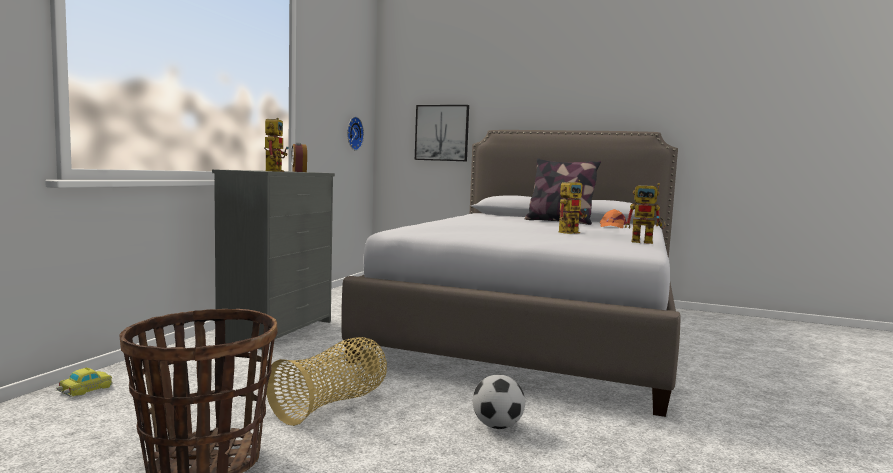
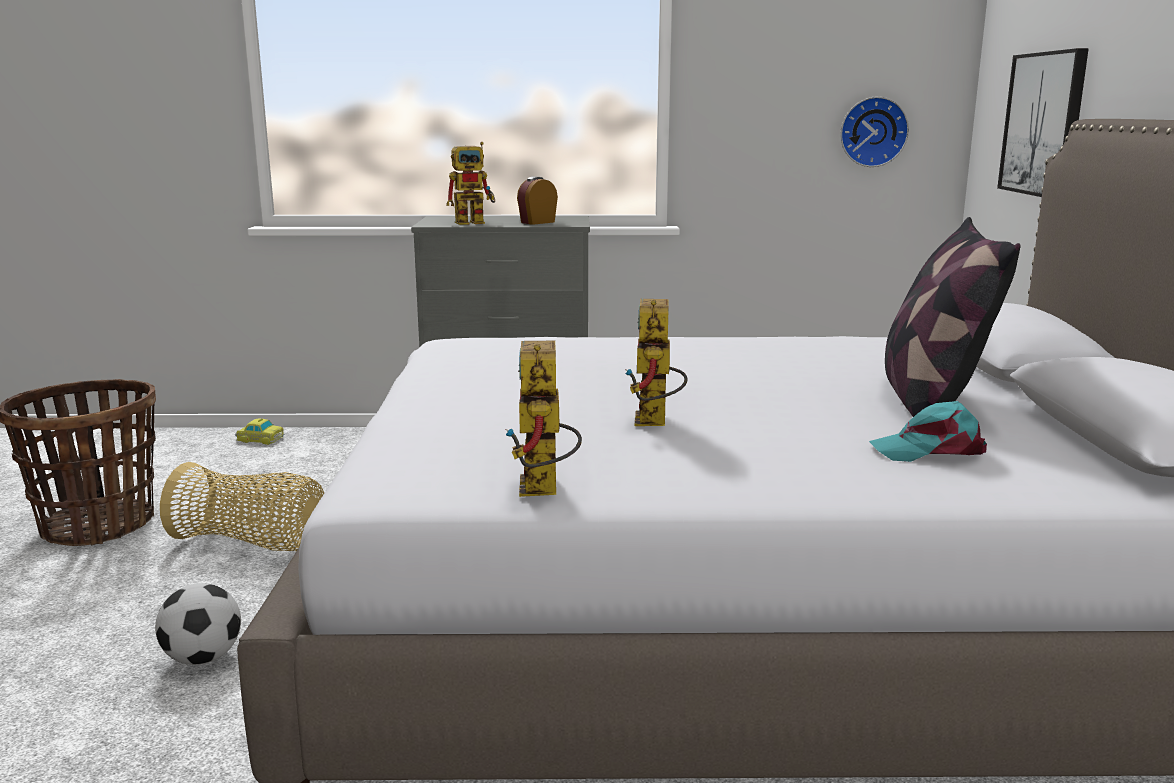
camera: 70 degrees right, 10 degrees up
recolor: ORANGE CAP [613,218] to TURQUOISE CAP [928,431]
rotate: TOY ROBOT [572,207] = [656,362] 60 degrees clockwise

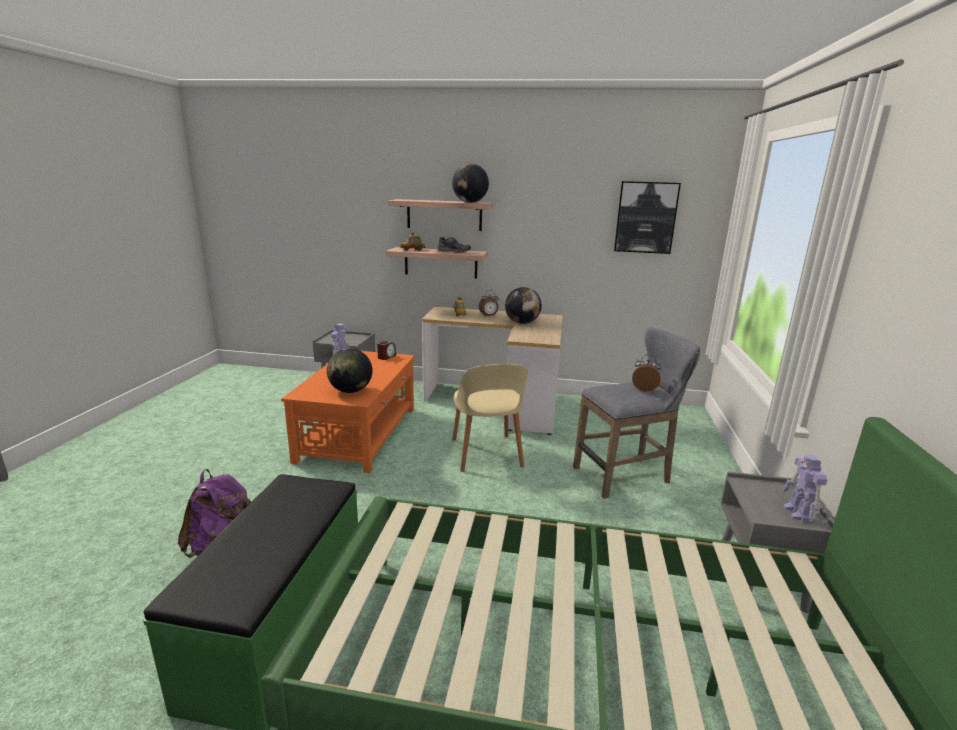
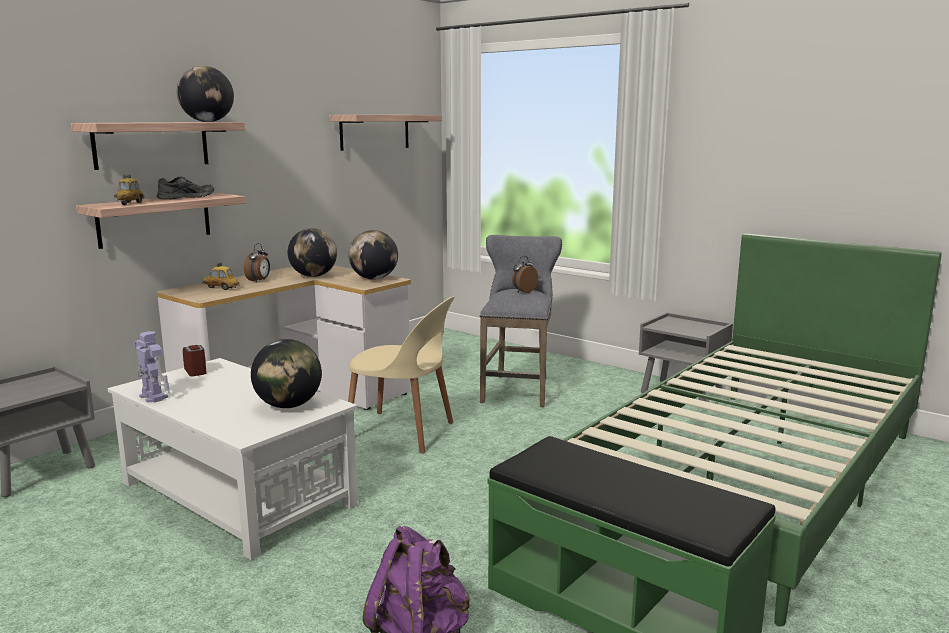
camera: 60 degrees left, 5 degrees down
delete: TOY ROBOT [804,488]
insert: GLOBE [373,255]
replace: PICTURE [647,217] to SHELF [385,133]
recolor: ORANGE COFFEE TABLE [348,412] to WHITE COFFEE TABLE [233,459]

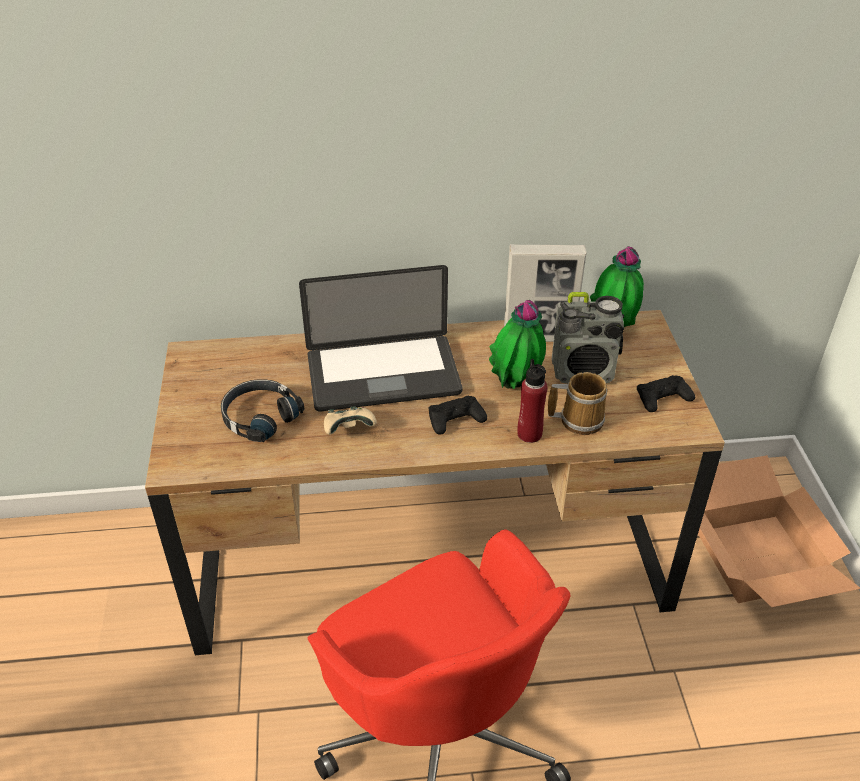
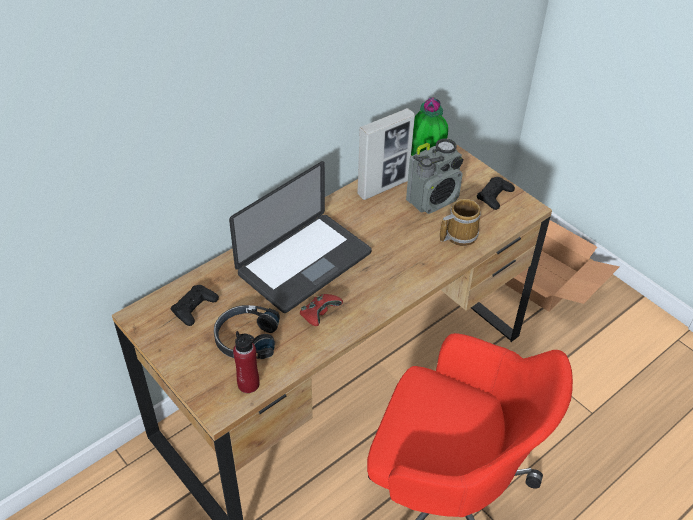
camera: 35 degrees left, 5 degrees up
delete: POTTED PLANT [517,344]
move: BLACK GAME CONTROLLER [458,415] to [195,305]; RED BOTTLE [532,401] to [246,362]
recolor: BEIGE GAME CONTROLLER [350,420] to RED GAME CONTROLLER [321,310]

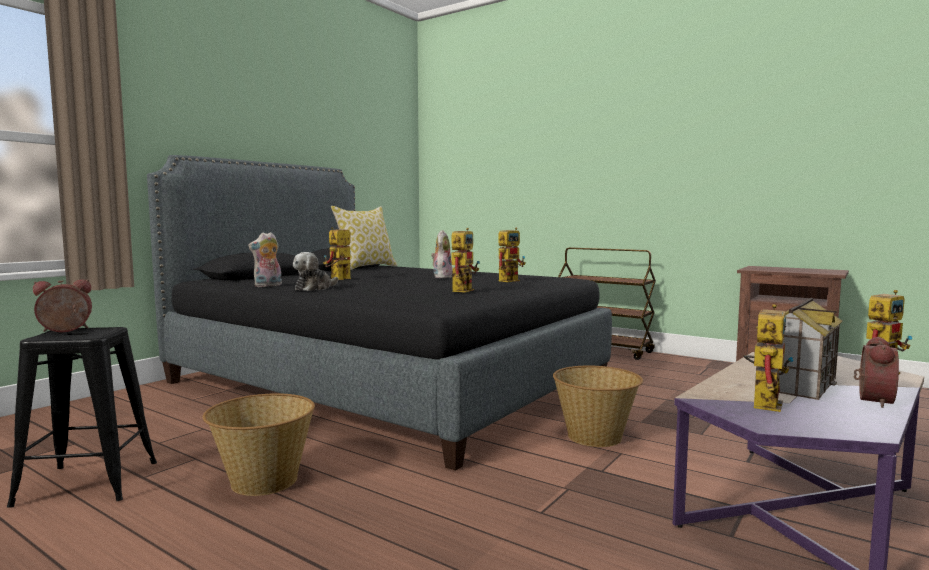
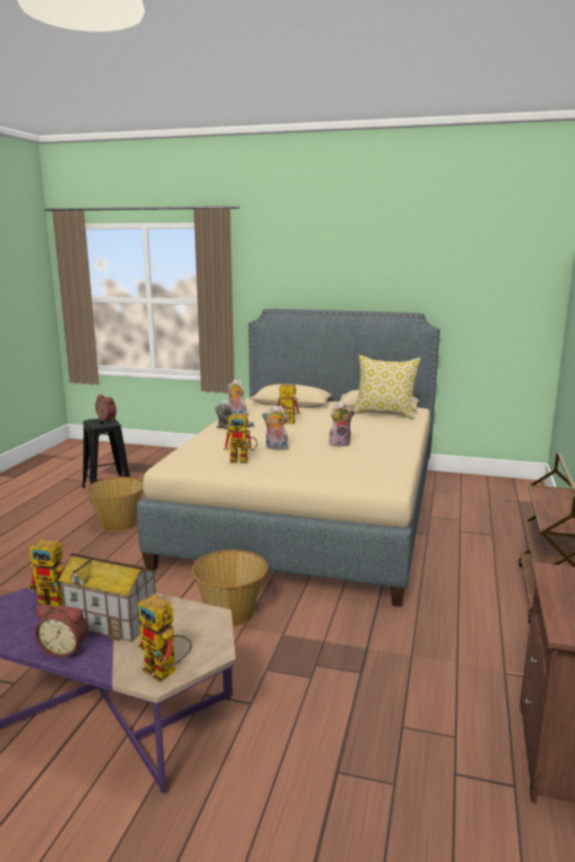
camera: 70 degrees right, 10 degrees up
delete: TOY ROBOT [512,255]
insert: PLUSH TOY [275,428]
recolor: BLACK BED [379,313] to BEIGE BED [288,458]

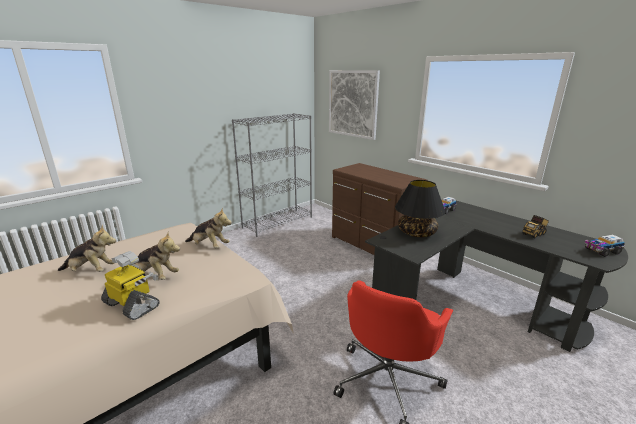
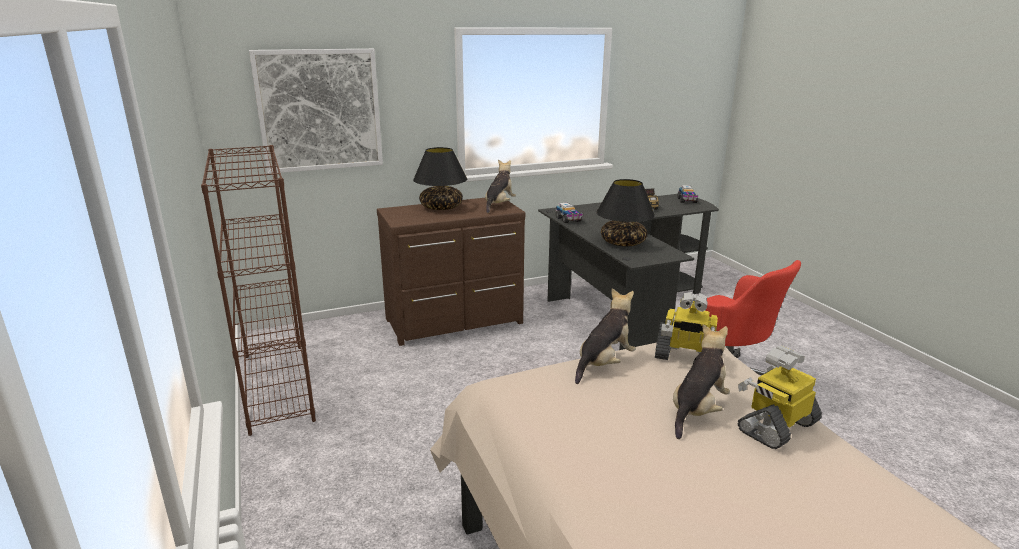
camera: 70 degrees left, 0 degrees up
insert: BLACK TABLE LAMP [440,178]; TOY ROBOT [686,326]
move: PLUSH TOY [87,248] to [500,186]
recolor: GREY BOOKCASE [272,175] to BROWN BOOKCASE [258,290]

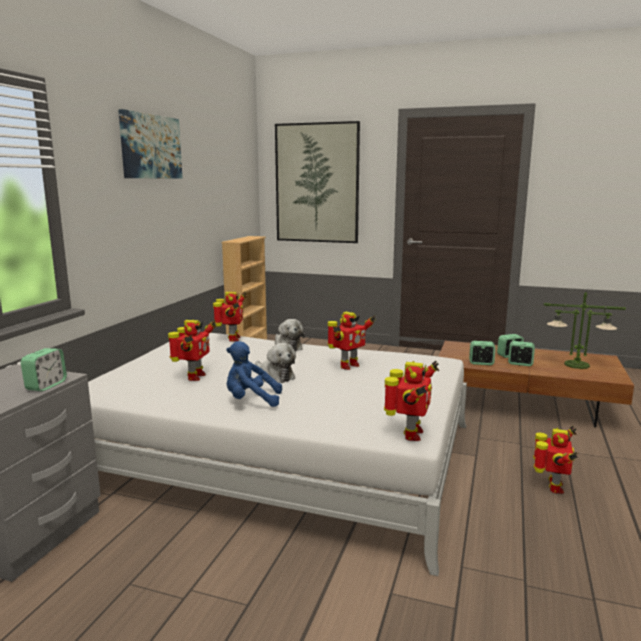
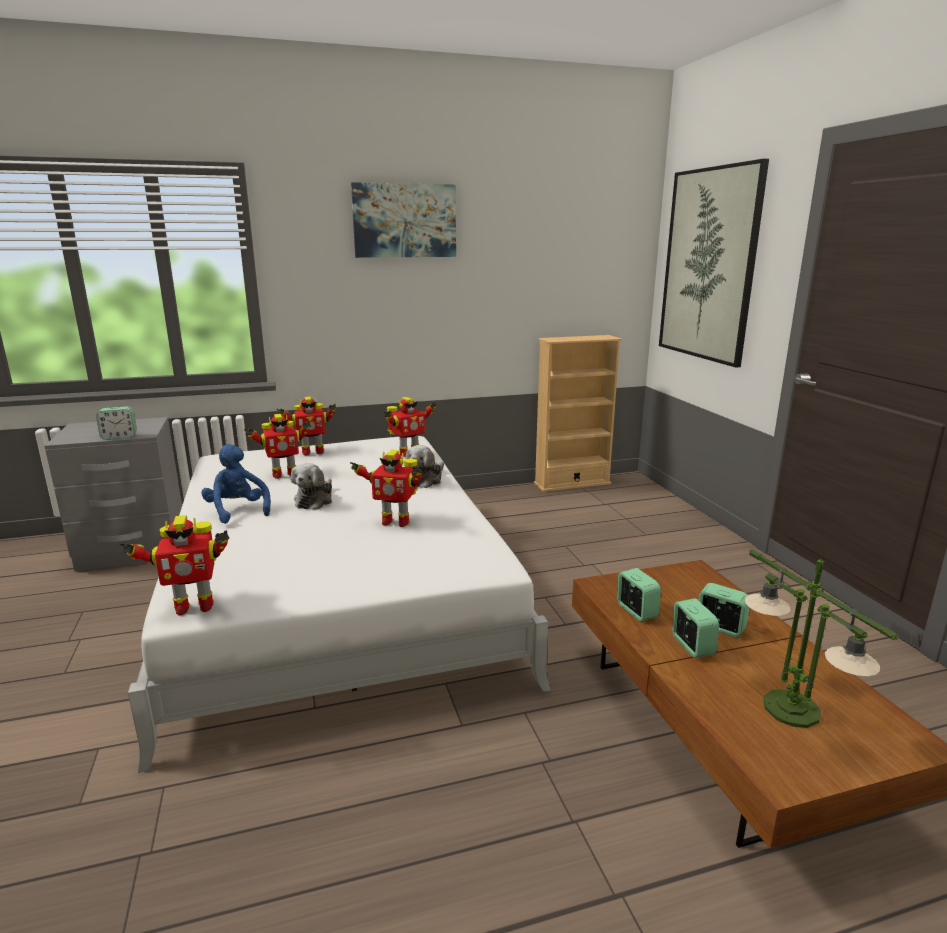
camera: 55 degrees right, 5 degrees up
move: TOY ROBOT [555,460] to [306,426]

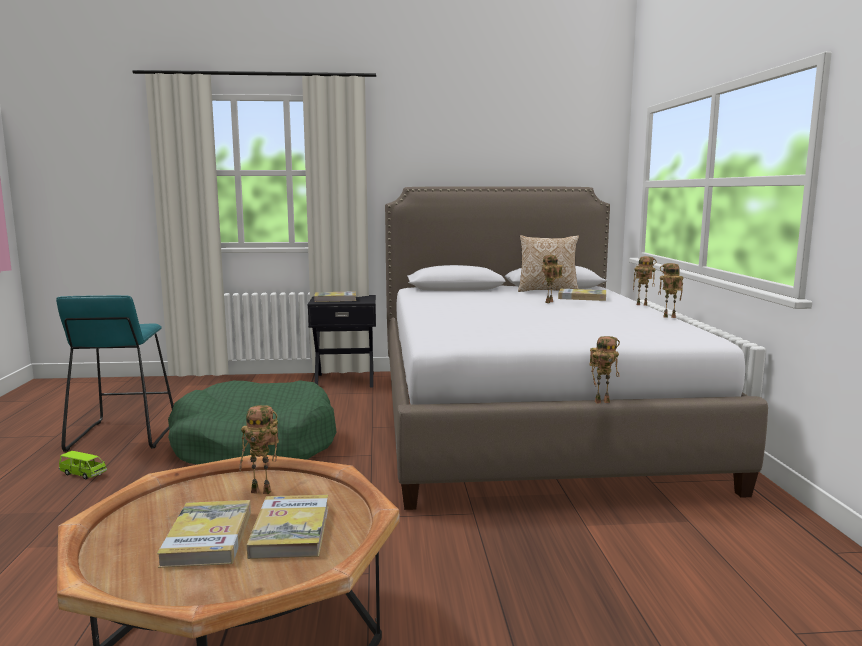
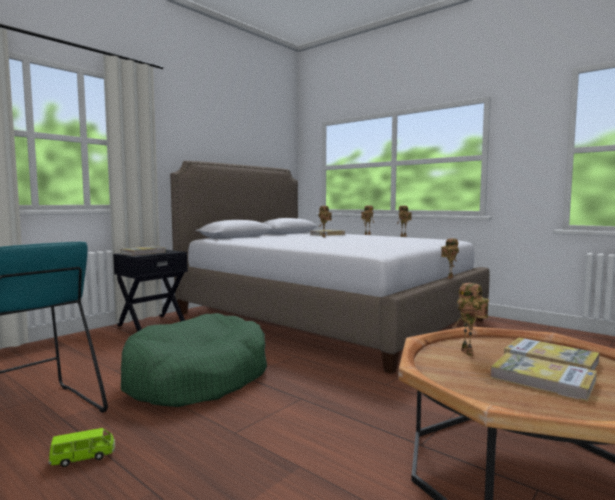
camera: 45 degrees left, 5 degrees down
delete: PILLOW [548,263]
rotate: TOY ROBOT [259,449] = [471,319] 120 degrees clockwise

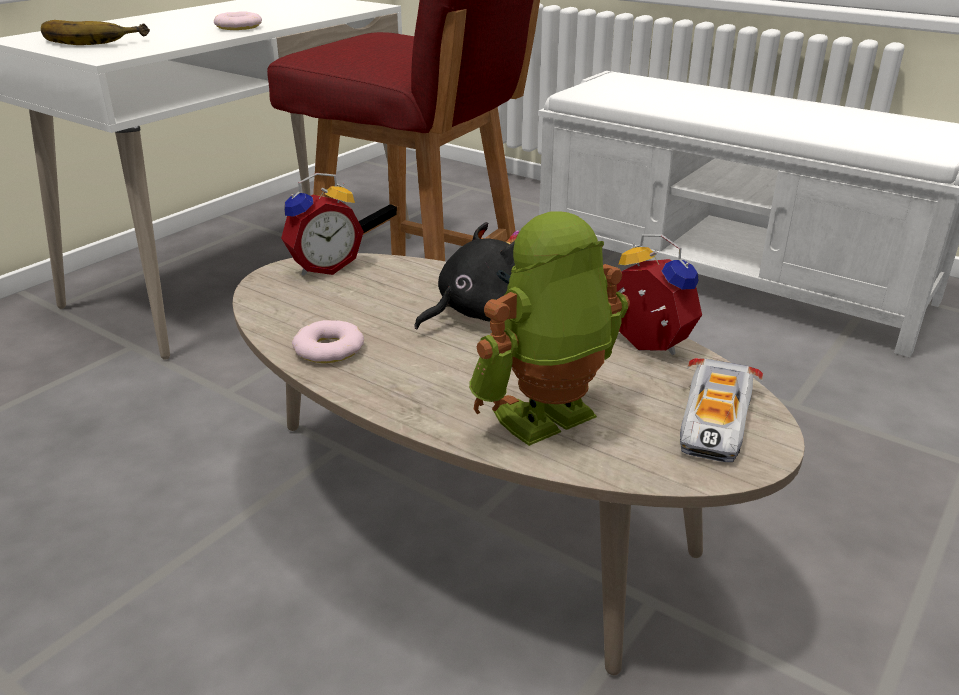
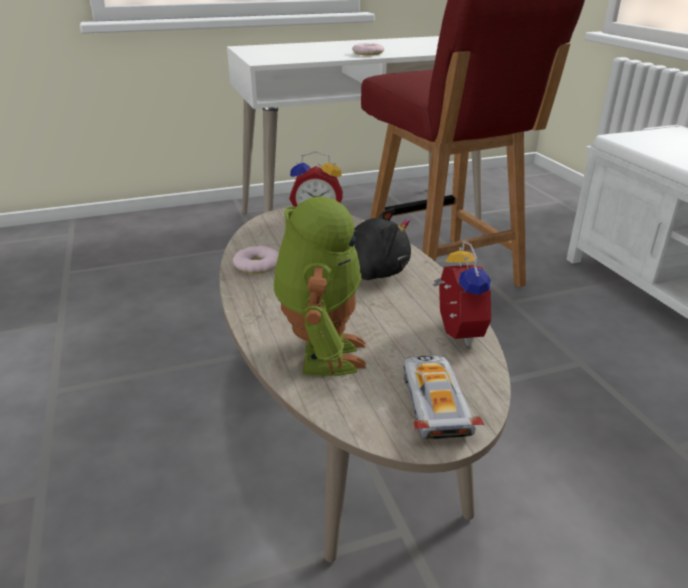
camera: 35 degrees right, 0 degrees up
delete: BANANA [95,32]
rotate: TOY ROBOT [549,329] = [320,286] 90 degrees clockwise; TOY CAR [721,410] = [444,397] 120 degrees clockwise

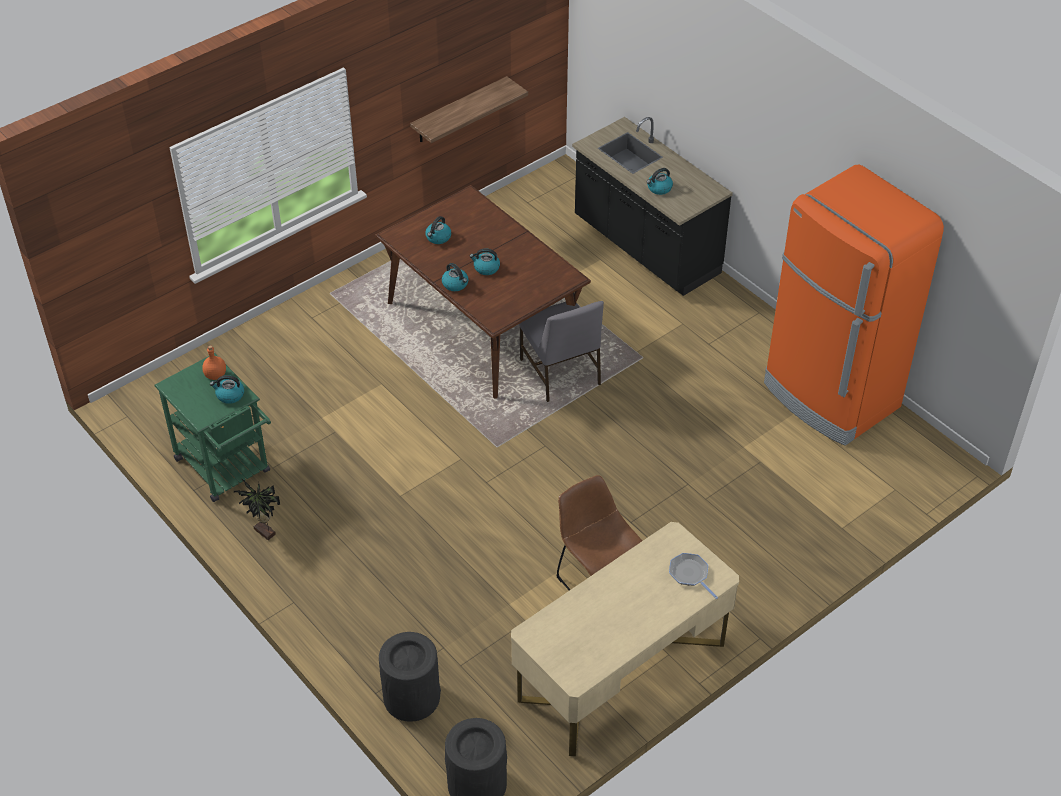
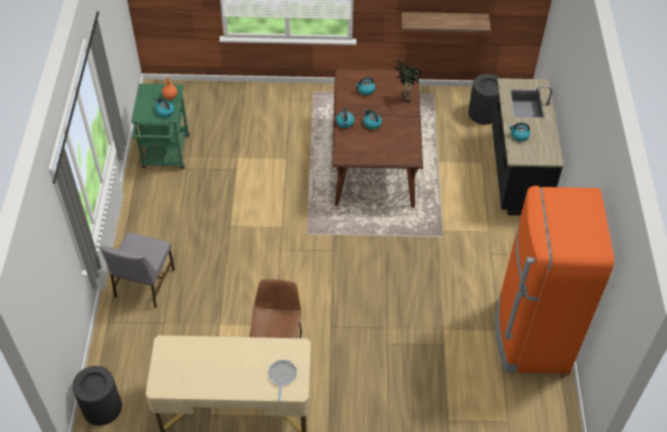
camera: 40 degrees right, 5 degrees up
move: POTTED PLANT [257,509] to [407,81]; BLACK TRASH CAN [410,677] to [484,99]; GREY CHAIR [561,351] to [137,270]

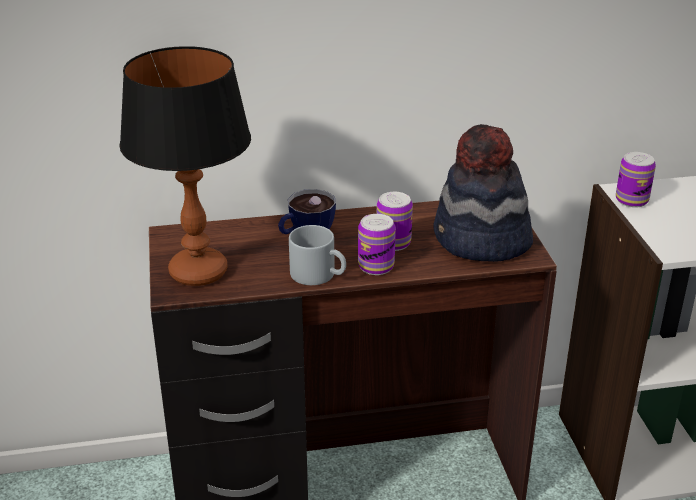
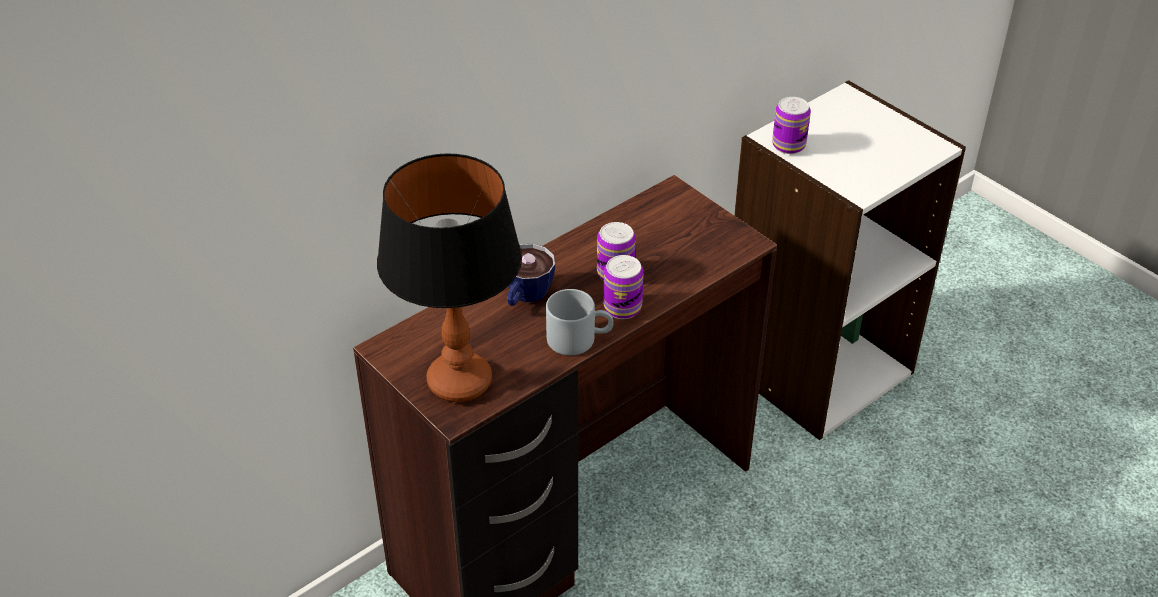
camera: 30 degrees left, 10 degrees up
delete: HAT [483,193]

